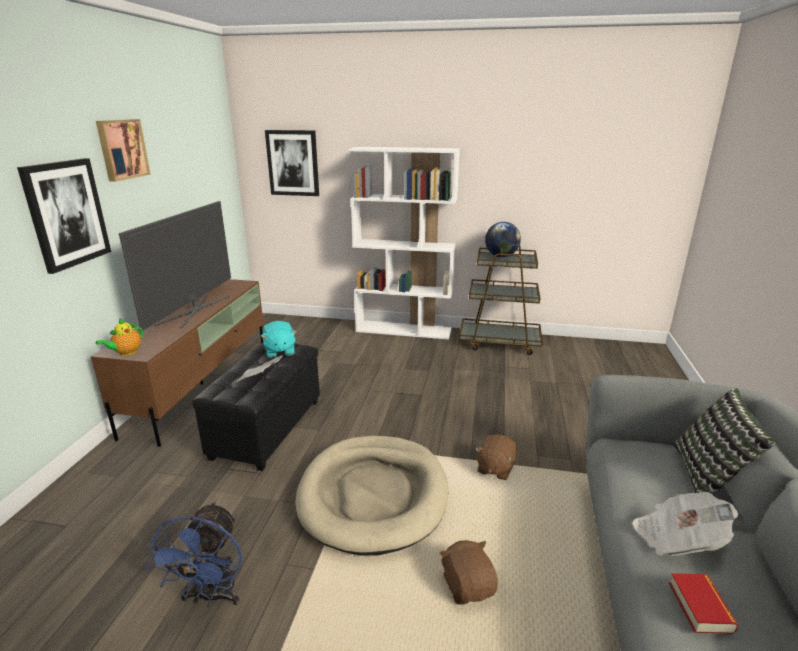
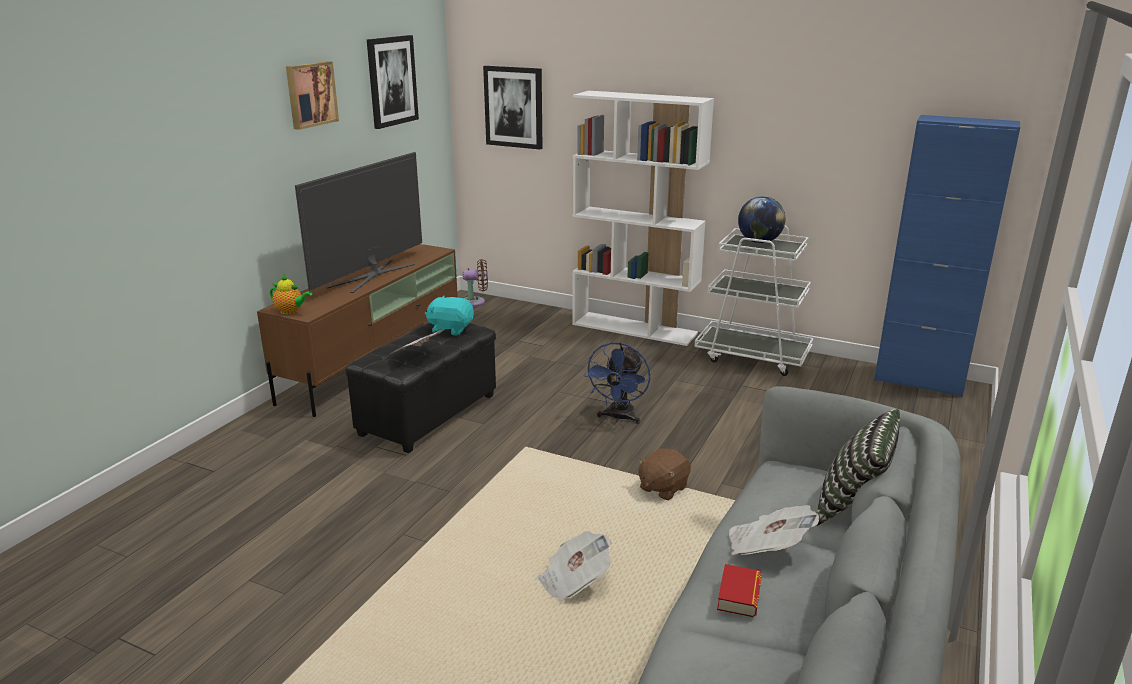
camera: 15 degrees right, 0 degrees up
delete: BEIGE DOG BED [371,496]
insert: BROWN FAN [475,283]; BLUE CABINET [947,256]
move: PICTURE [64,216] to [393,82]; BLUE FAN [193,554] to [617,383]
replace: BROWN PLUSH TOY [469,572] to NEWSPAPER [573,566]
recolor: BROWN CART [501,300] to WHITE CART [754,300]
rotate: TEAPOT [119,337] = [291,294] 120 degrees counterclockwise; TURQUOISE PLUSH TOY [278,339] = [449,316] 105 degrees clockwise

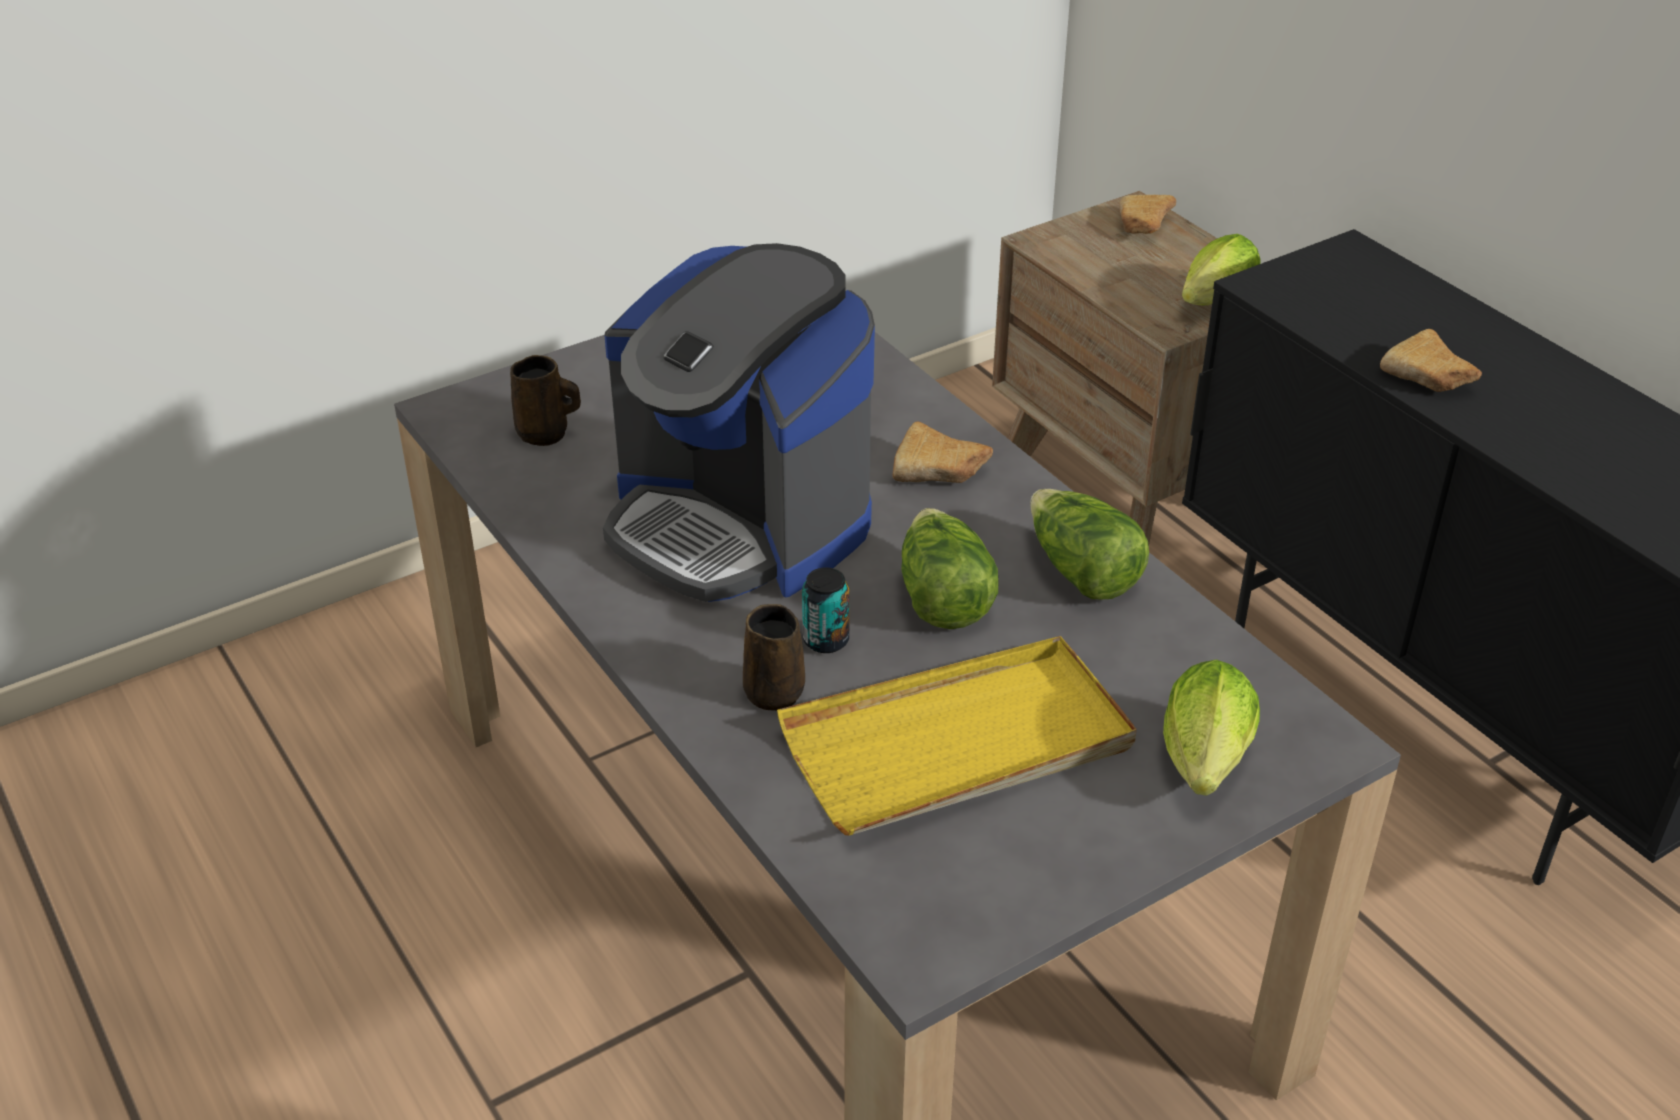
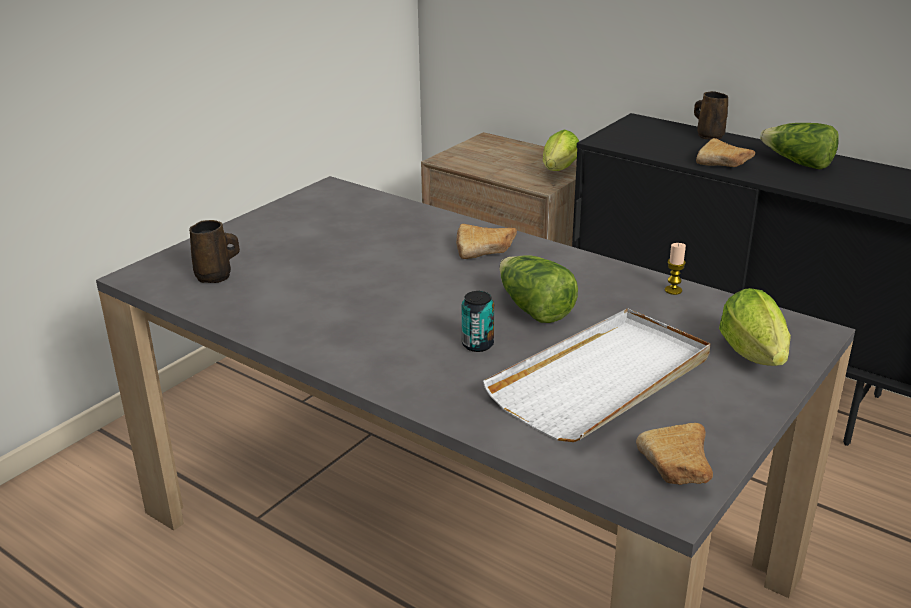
camera: 20 degrees left, 10 degrees down
delete: COFFEE MACHINE [739,422]
insert: CANDLE [675,269]
move: BROWN MUG [774,657] to [711,115]; LETTUCE [1089,544] to [799,146]; BREAD [1147,214] to [674,454]
recolor: YELLOW TRAY [957,736] to WHITE TRAY [596,375]

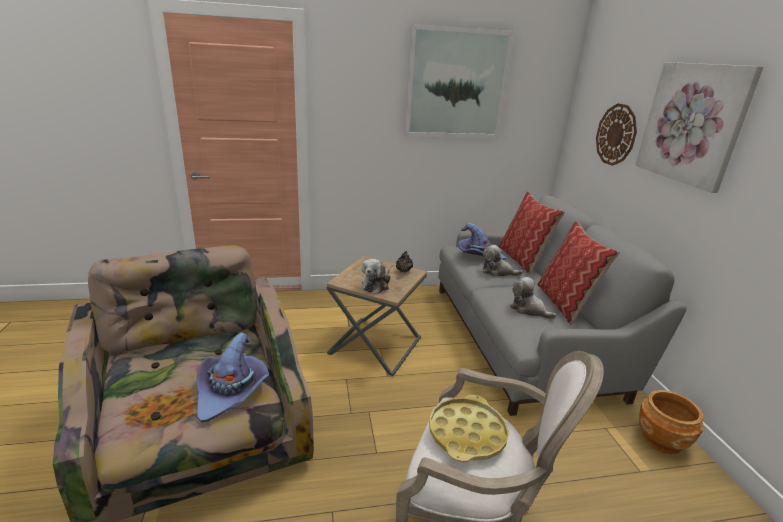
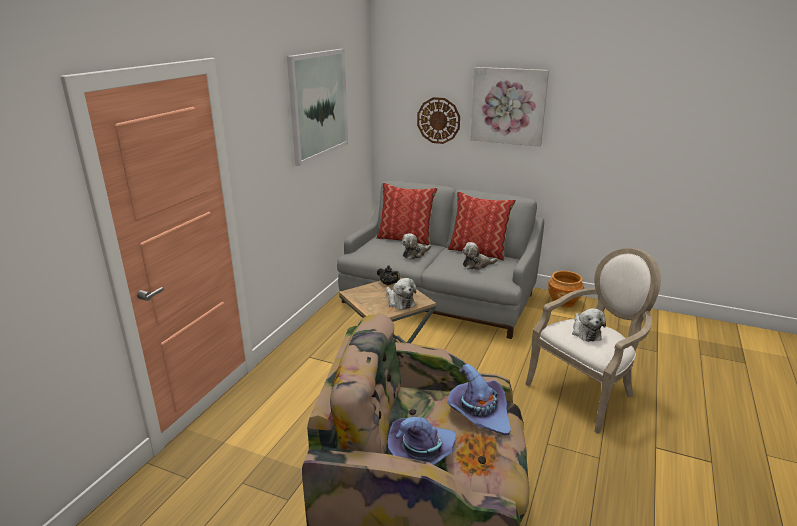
camera: 55 degrees left, 0 degrees up
move: PURPLE HAT [482,241] to [422,441]
replace: YELLOW TRAY [469,428] to PLUSH TOY [589,325]

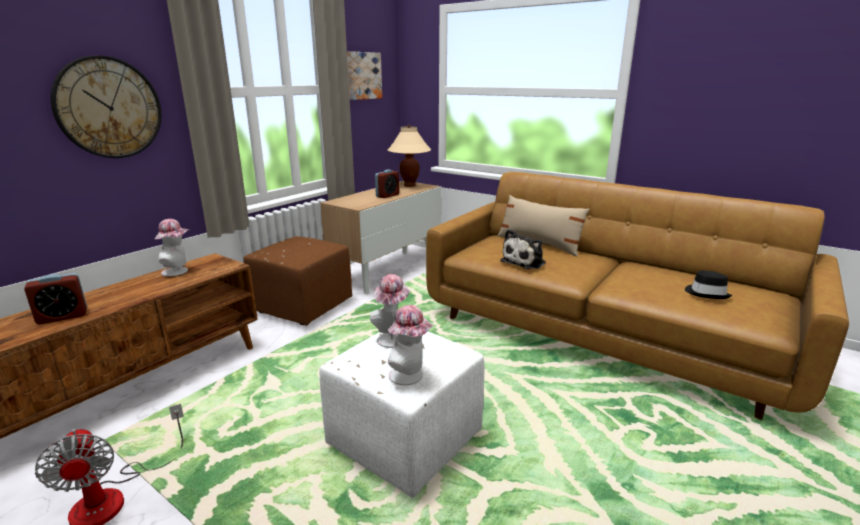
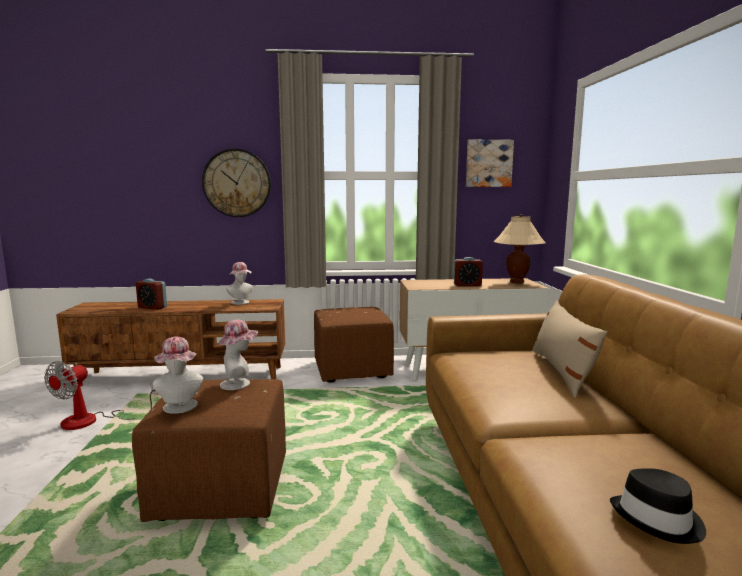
camera: 50 degrees right, 10 degrees down
delete: PLUSH TOY [523,249]
recolor: WHITE OTTOMAN [402,415] to BROWN OTTOMAN [209,450]

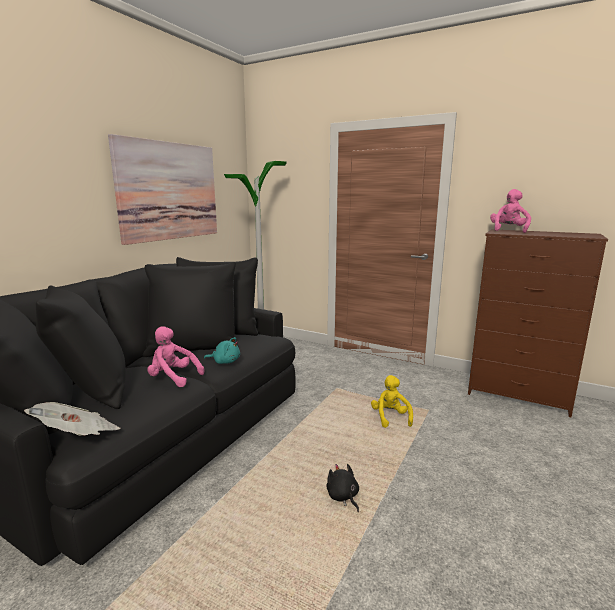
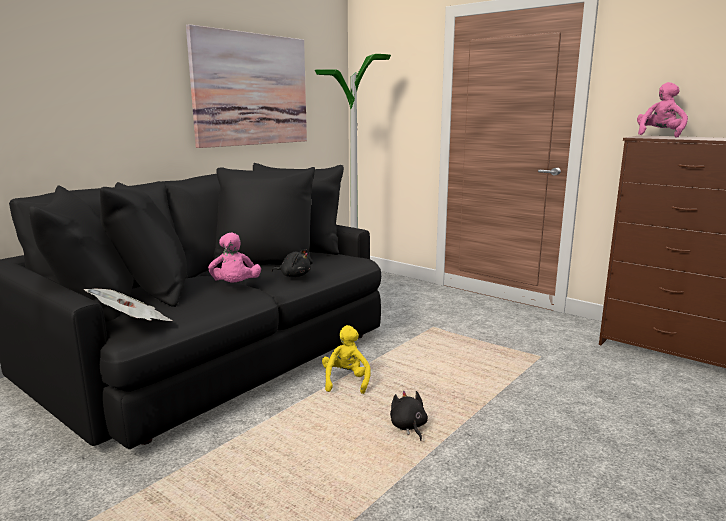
camera: 10 degrees right, 0 degrees up
move: YELLOW PLUSH TOY [392,401] to [346,359]
recolor: TURQUOISE PLUSH TOY [222,350] to BLACK PLUSH TOY [291,263]
rotate: PINK PLUSH TOY [175,356] = [234,257] 135 degrees counterclockwise

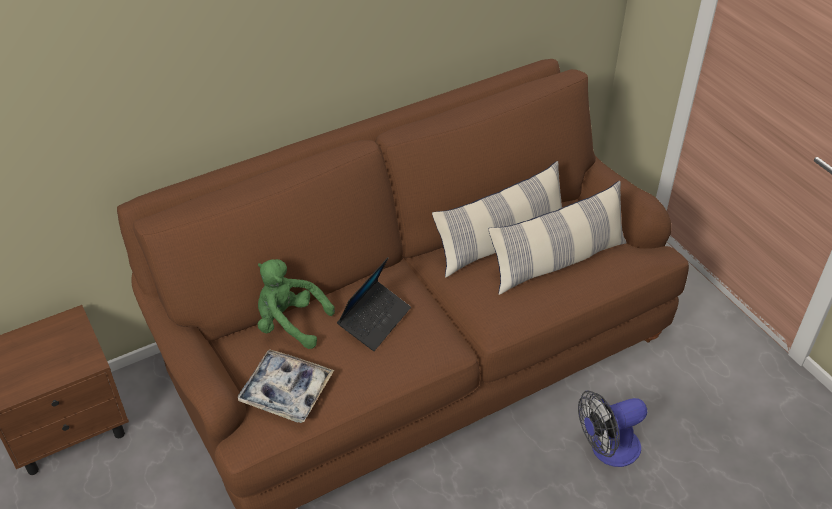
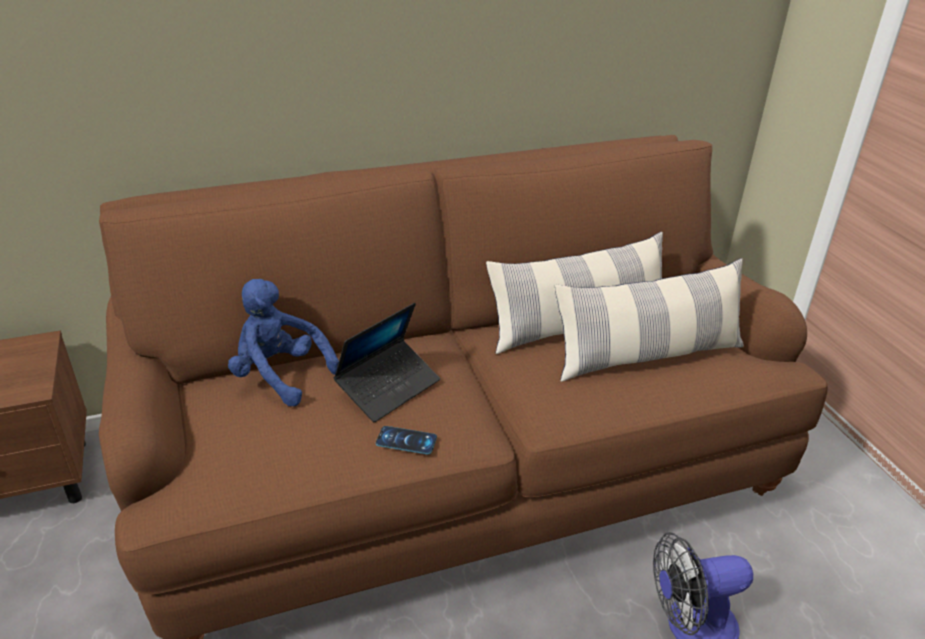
camera: 10 degrees right, 10 degrees down
delete: TRAY [286,386]
insert: PHONE [406,440]
recolor: GREEN PLUSH TOY [296,304] to BLUE PLUSH TOY [283,343]

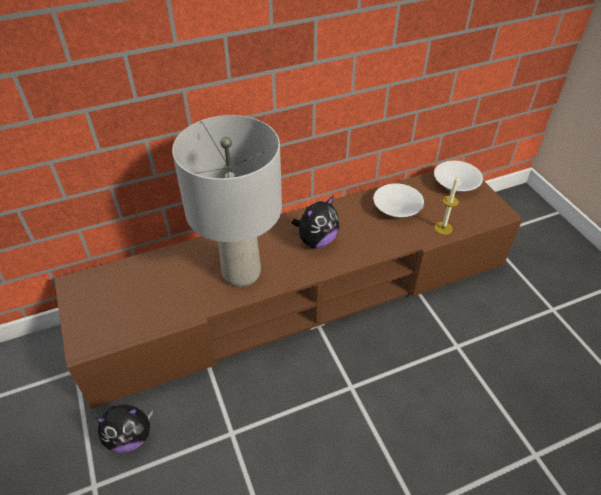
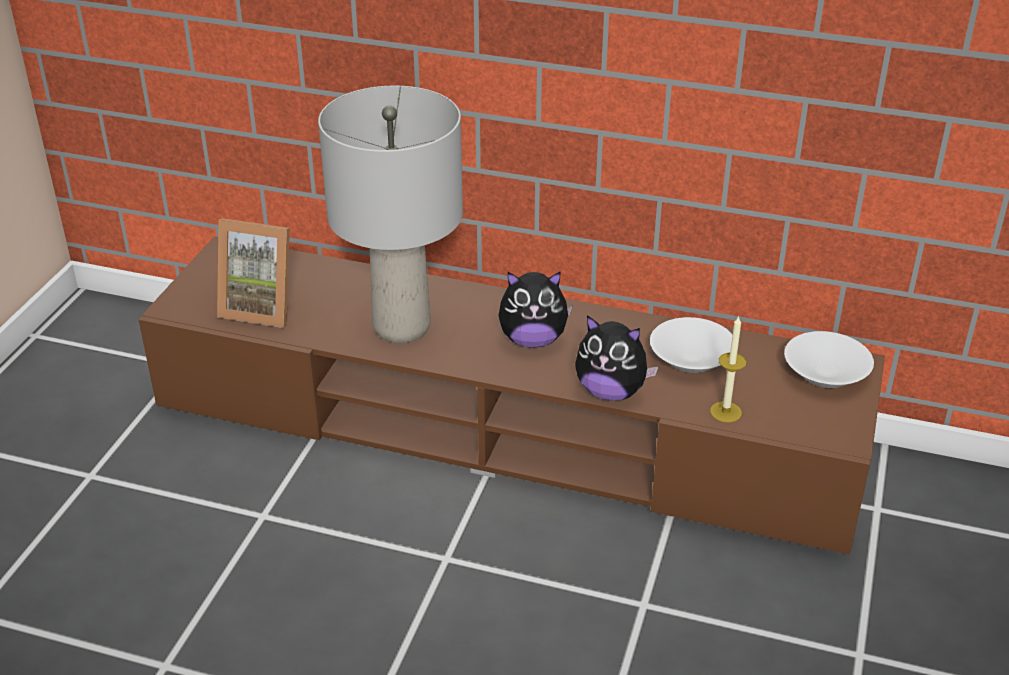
camera: 40 degrees right, 10 degrees down
insert: PICTURE FRAME [253,273]
move: PLUSH TOY [124,429] to [617,358]

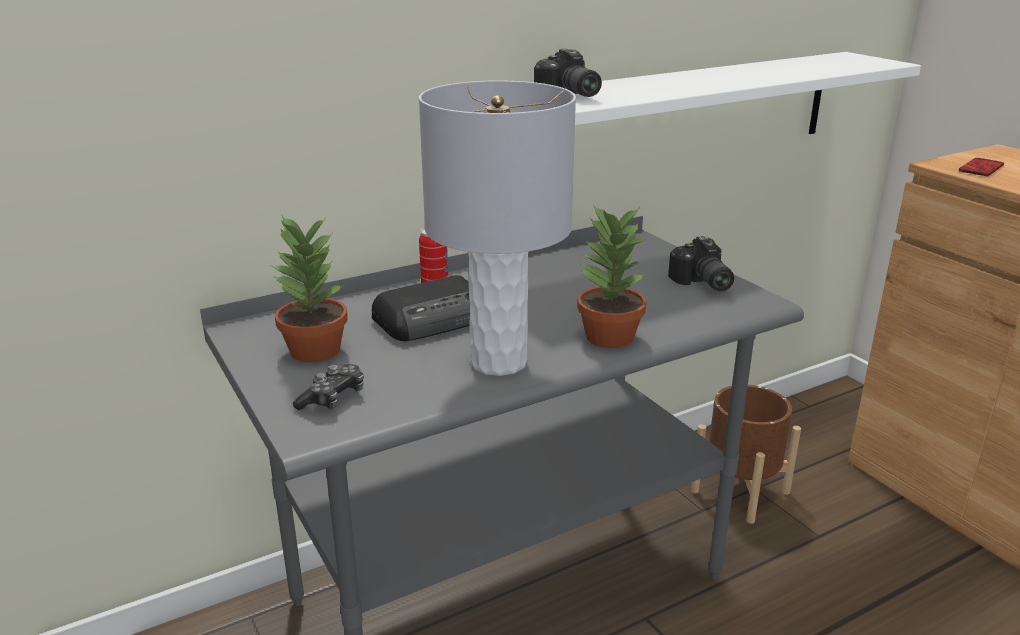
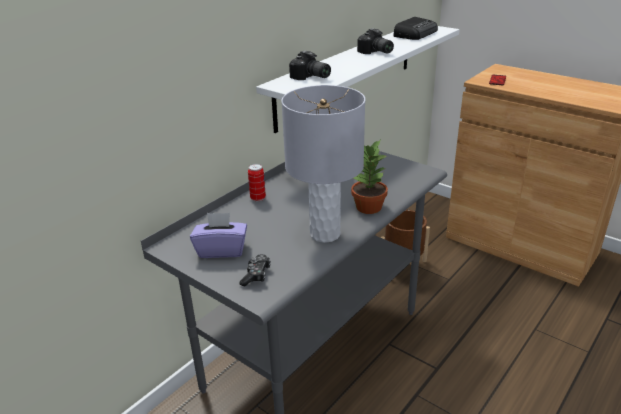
camera: 20 degrees left, 5 degrees up
move: RADIO [421,308] to [415,28]; PHOTO CAMERA [701,263] to [375,41]
replace: POTTED PLANT [309,289] to PURPLE TISSUE BOX [218,235]

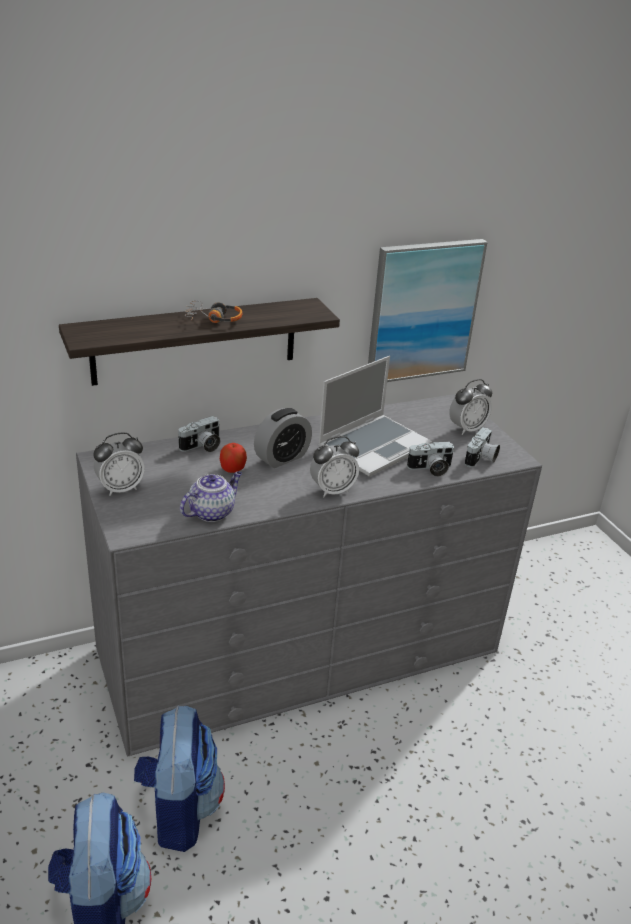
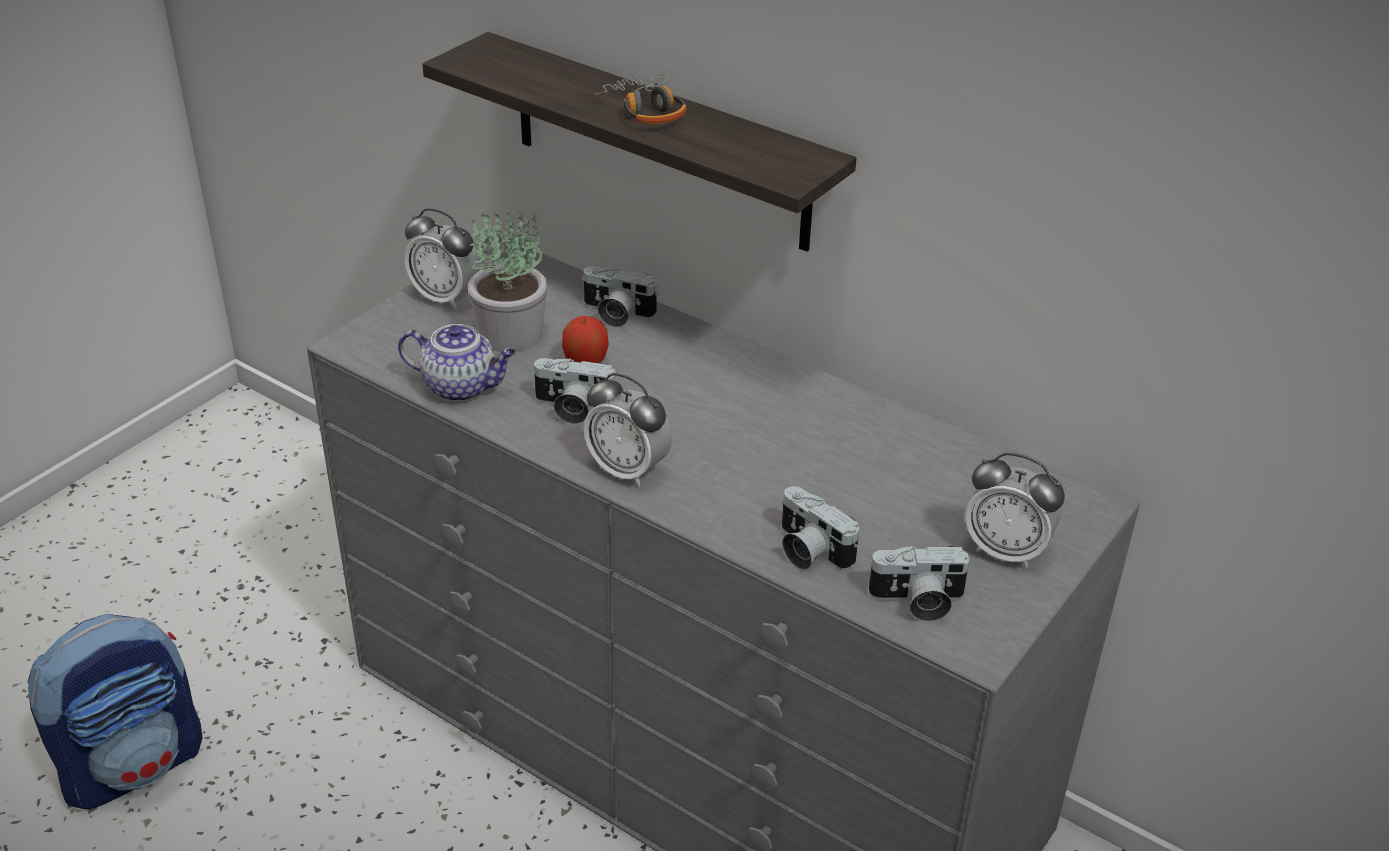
camera: 60 degrees right, 5 degrees up
delete: BACKPACK [179,779]; ALARM CLOCK [283,438]; LAPTOP [375,416]; PICTURE [427,310]
insert: POTTED PLANT [507,281]; PHOTO CAMERA [574,391]

